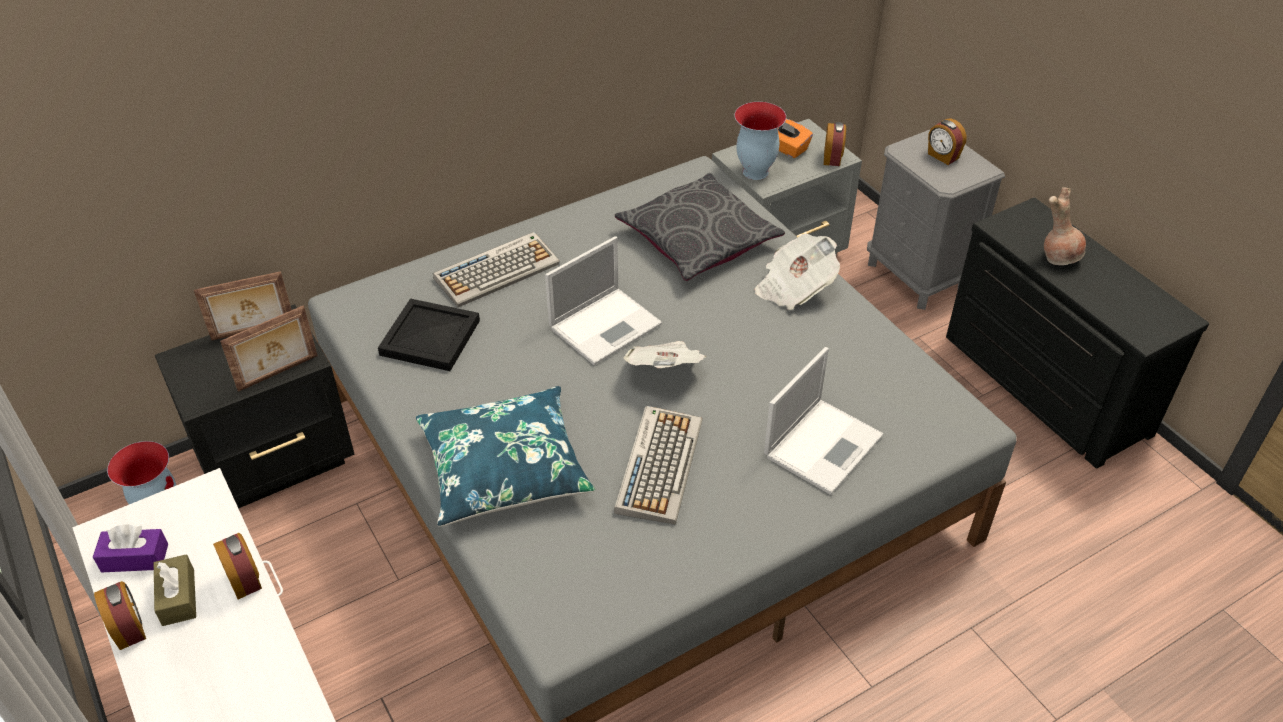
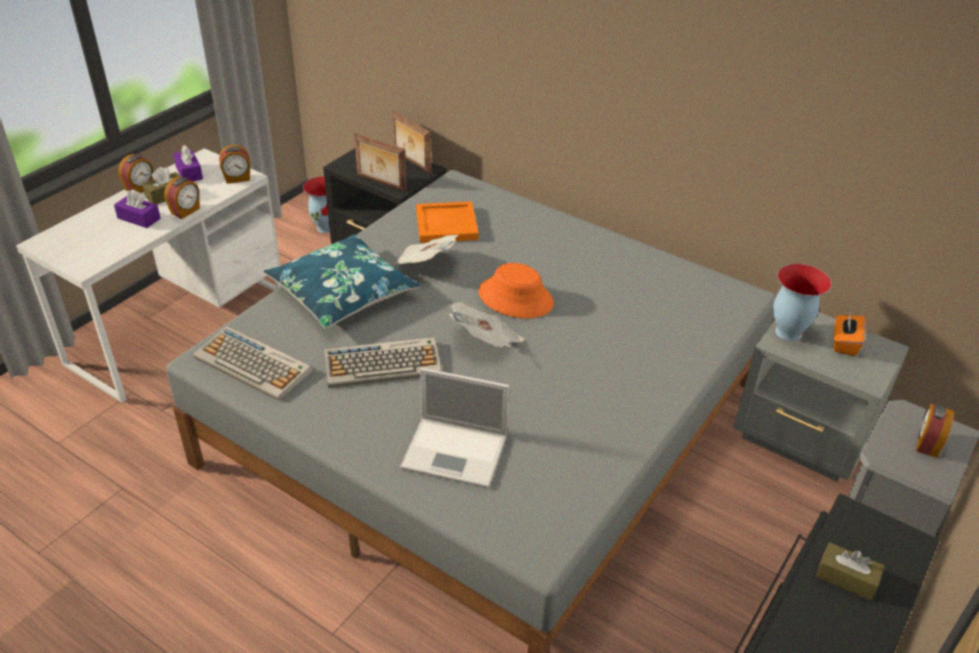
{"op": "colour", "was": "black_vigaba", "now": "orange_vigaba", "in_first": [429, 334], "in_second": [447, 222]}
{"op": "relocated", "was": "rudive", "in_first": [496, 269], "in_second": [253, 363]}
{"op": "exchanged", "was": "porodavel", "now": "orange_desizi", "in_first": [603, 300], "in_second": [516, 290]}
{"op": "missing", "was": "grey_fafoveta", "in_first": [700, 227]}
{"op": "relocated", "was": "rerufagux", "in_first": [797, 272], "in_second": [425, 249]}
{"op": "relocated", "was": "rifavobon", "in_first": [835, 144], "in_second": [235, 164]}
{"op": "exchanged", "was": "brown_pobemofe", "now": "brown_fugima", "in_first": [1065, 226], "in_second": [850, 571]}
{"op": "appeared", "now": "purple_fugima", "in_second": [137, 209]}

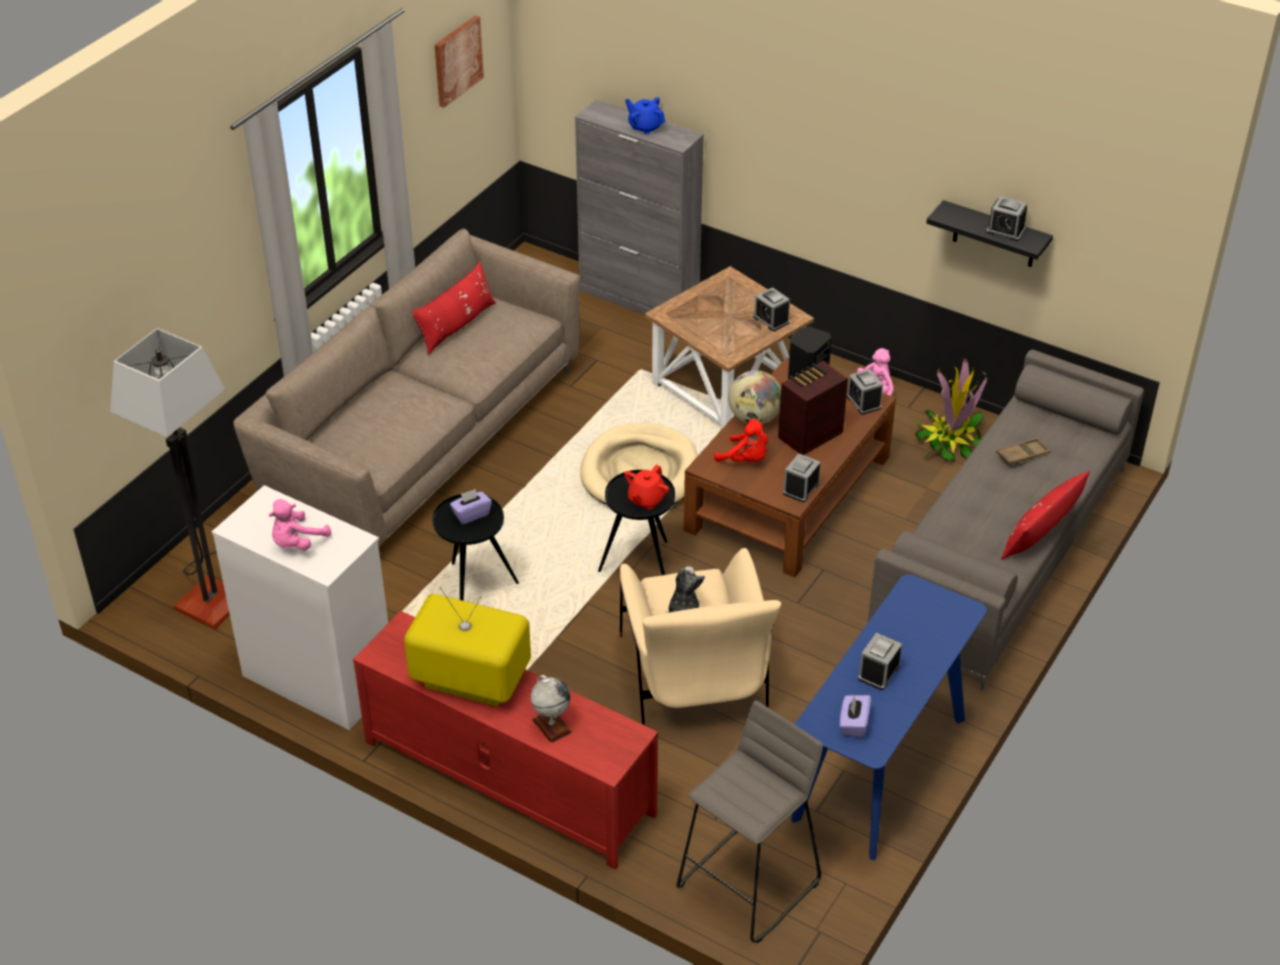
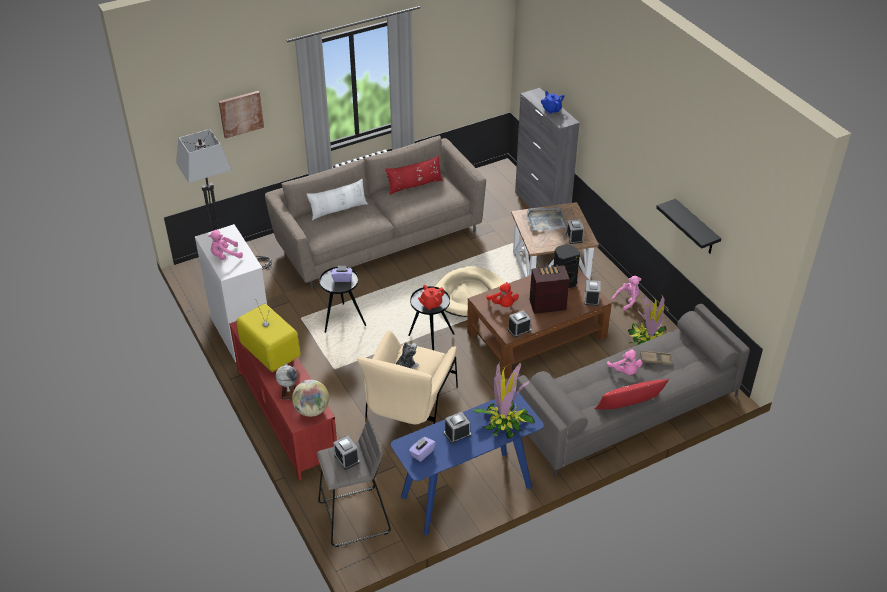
{"op": "relocated", "was": "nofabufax", "in_first": [459, 61], "in_second": [241, 115]}
{"op": "relocated", "was": "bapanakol", "in_first": [754, 397], "in_second": [310, 398]}
{"op": "relocated", "was": "rifavobon", "in_first": [1006, 218], "in_second": [346, 453]}
{"op": "appeared", "now": "white_fafoveta", "in_second": [337, 199]}
{"op": "appeared", "now": "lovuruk", "in_second": [503, 399]}
{"op": "appeared", "now": "grey_vigaba", "in_second": [546, 219]}
{"op": "appeared", "now": "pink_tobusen", "in_second": [624, 362]}

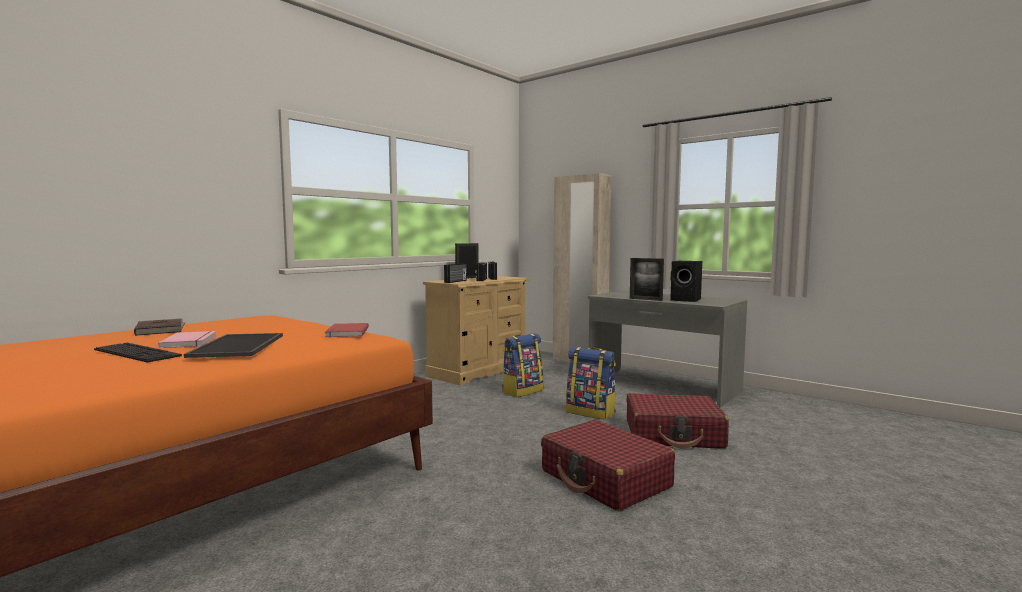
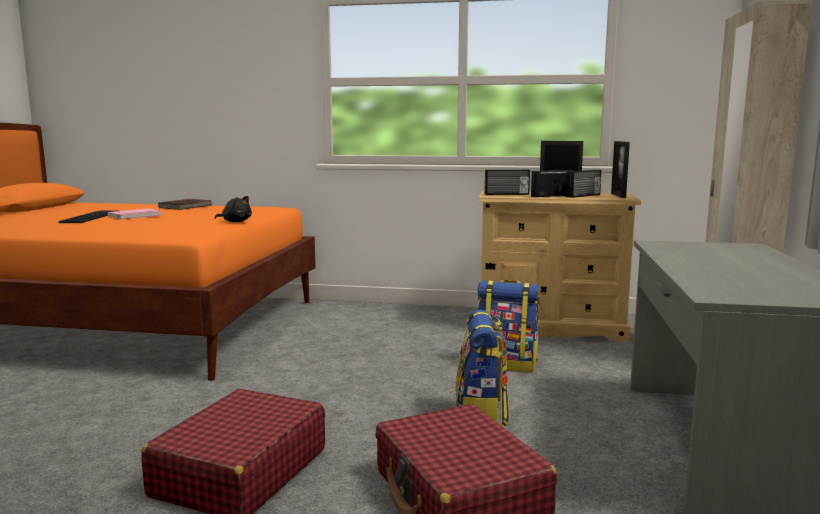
{"op": "missing", "was": "vigaba", "in_first": [233, 345]}
{"op": "missing", "was": "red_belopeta", "in_first": [347, 330]}
{"op": "relocated", "was": "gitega", "in_first": [647, 279], "in_second": [620, 169]}
{"op": "missing", "was": "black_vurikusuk", "in_first": [686, 281]}
{"op": "appeared", "now": "black_tobusen", "in_second": [233, 209]}

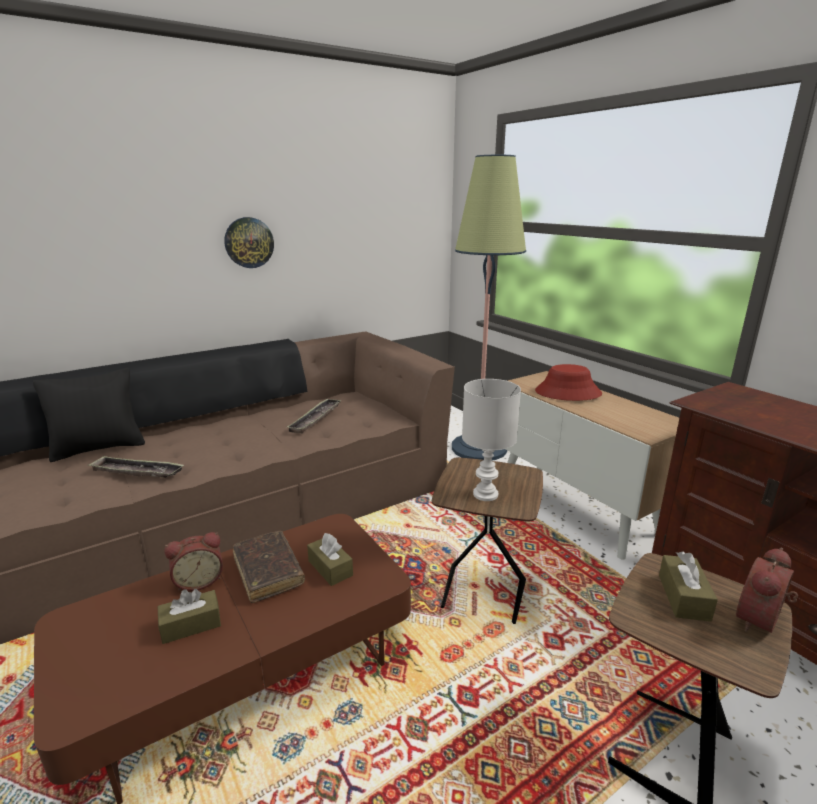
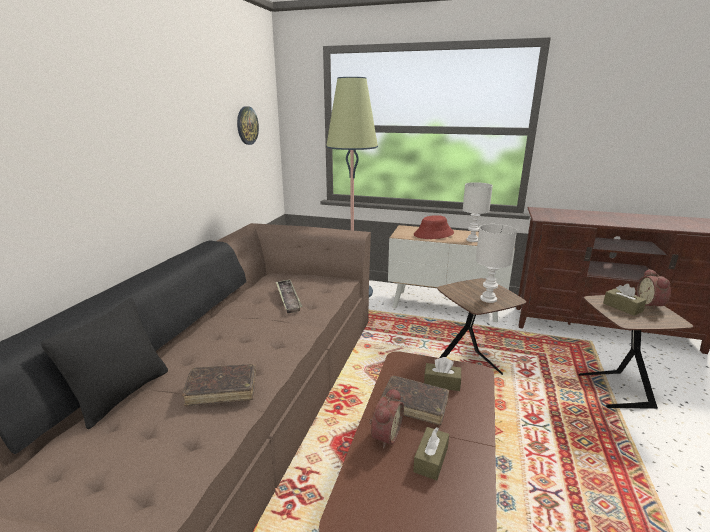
{"op": "exchanged", "was": "vigaba", "now": "brown_belopeta", "in_first": [135, 467], "in_second": [219, 385]}
{"op": "relocated", "was": "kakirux", "in_first": [249, 242], "in_second": [248, 125]}
{"op": "appeared", "now": "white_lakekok", "in_second": [478, 212]}

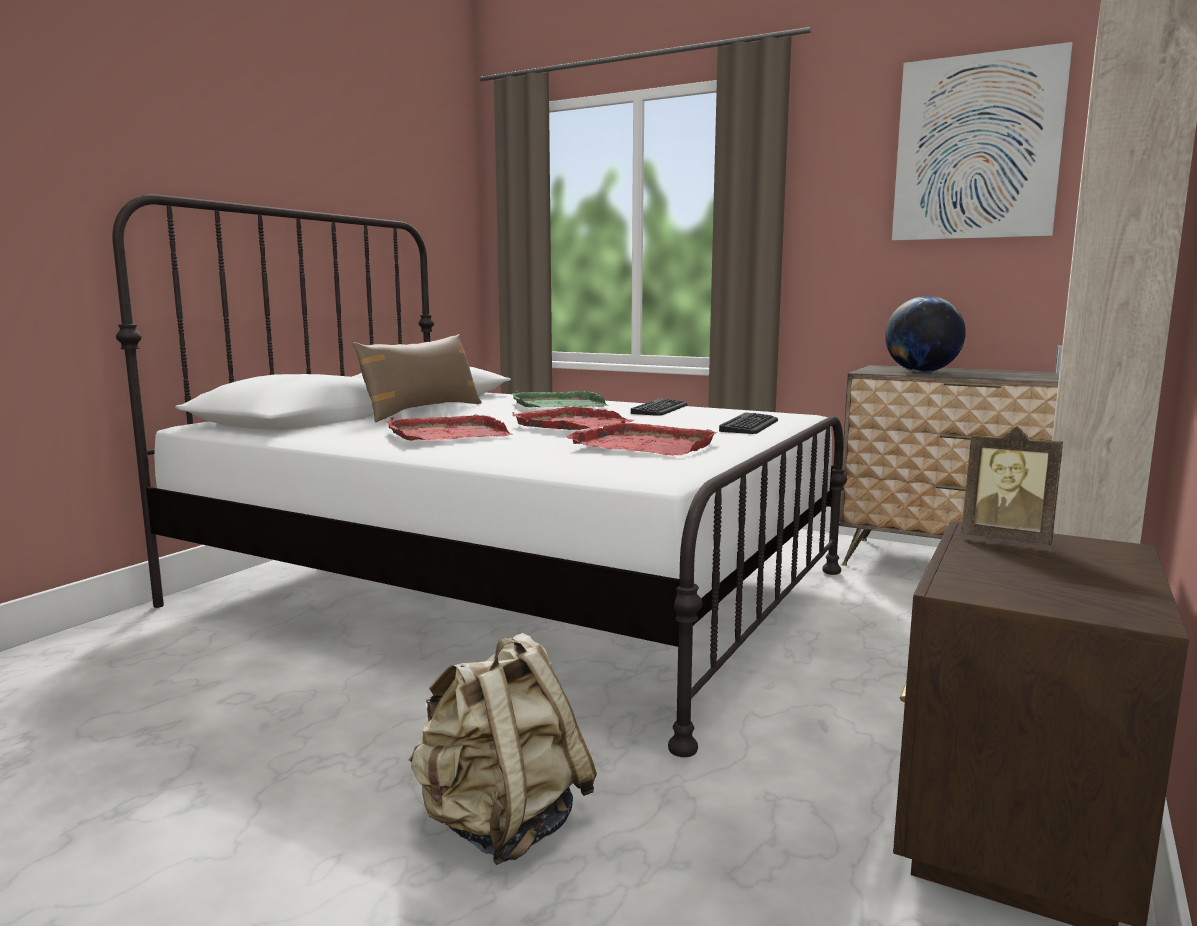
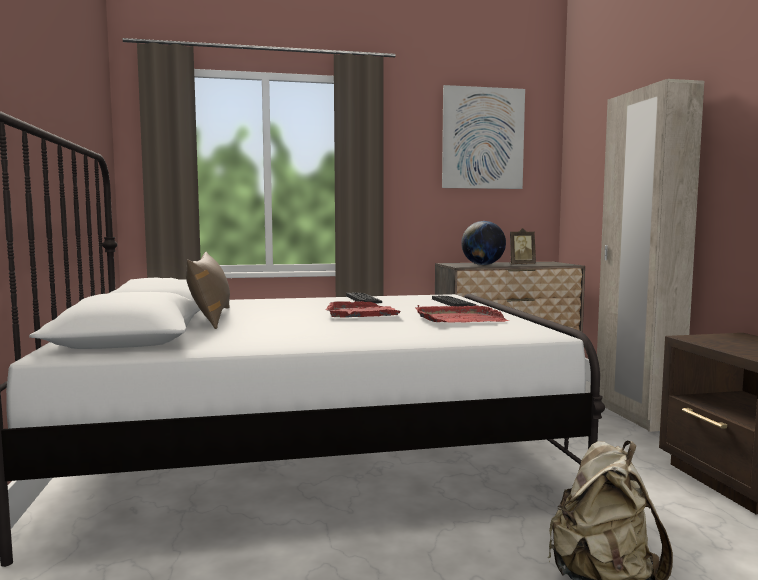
{"op": "missing", "was": "red_vigaba", "in_first": [450, 428]}
{"op": "missing", "was": "green_vigaba", "in_first": [560, 399]}
{"op": "relocated", "was": "gitega", "in_first": [1012, 485], "in_second": [523, 246]}

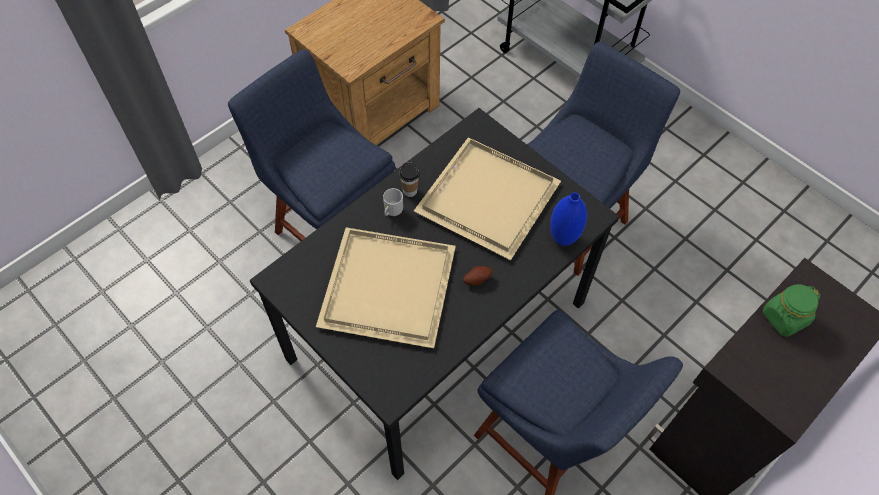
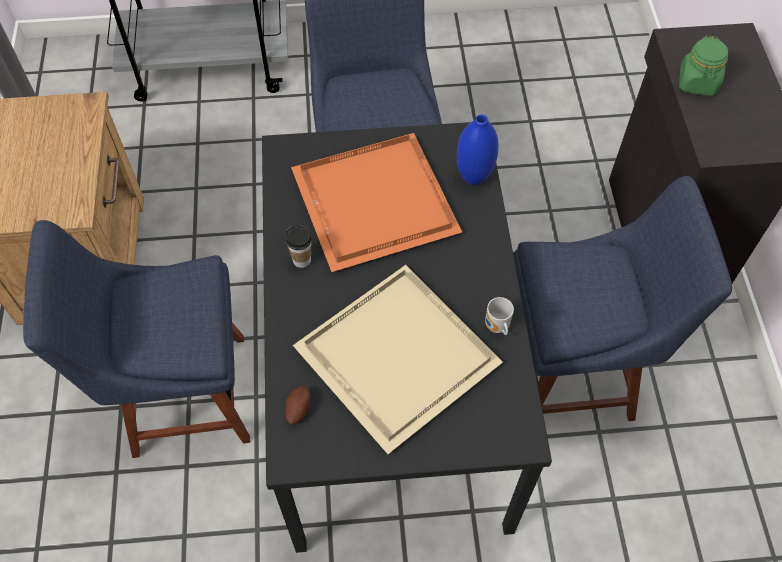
{"op": "relocated", "was": "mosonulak", "in_first": [393, 202], "in_second": [499, 316]}
{"op": "colour", "was": "beige_vigaba", "now": "orange_vigaba", "in_first": [487, 198], "in_second": [376, 202]}
{"op": "relocated", "was": "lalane", "in_first": [478, 275], "in_second": [298, 405]}

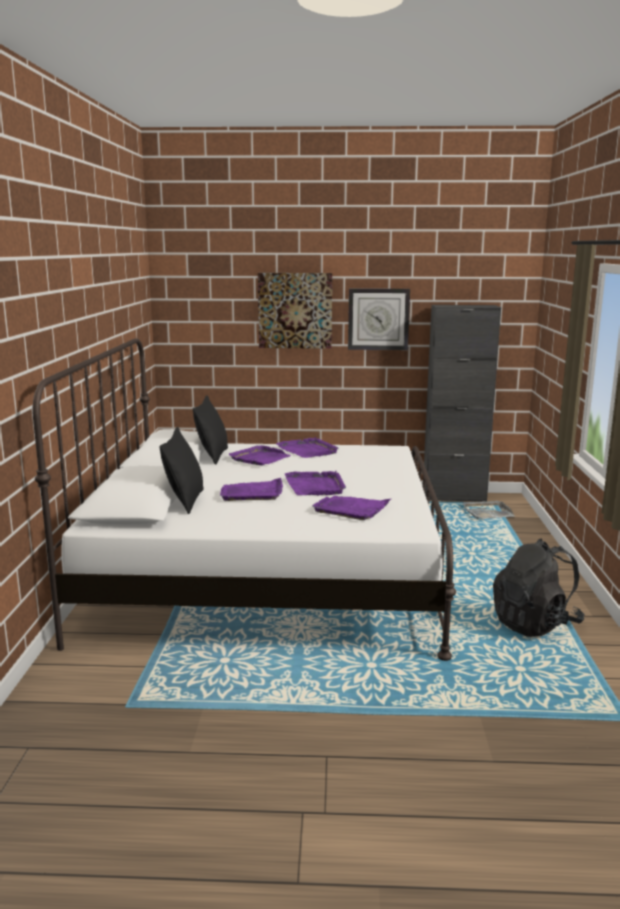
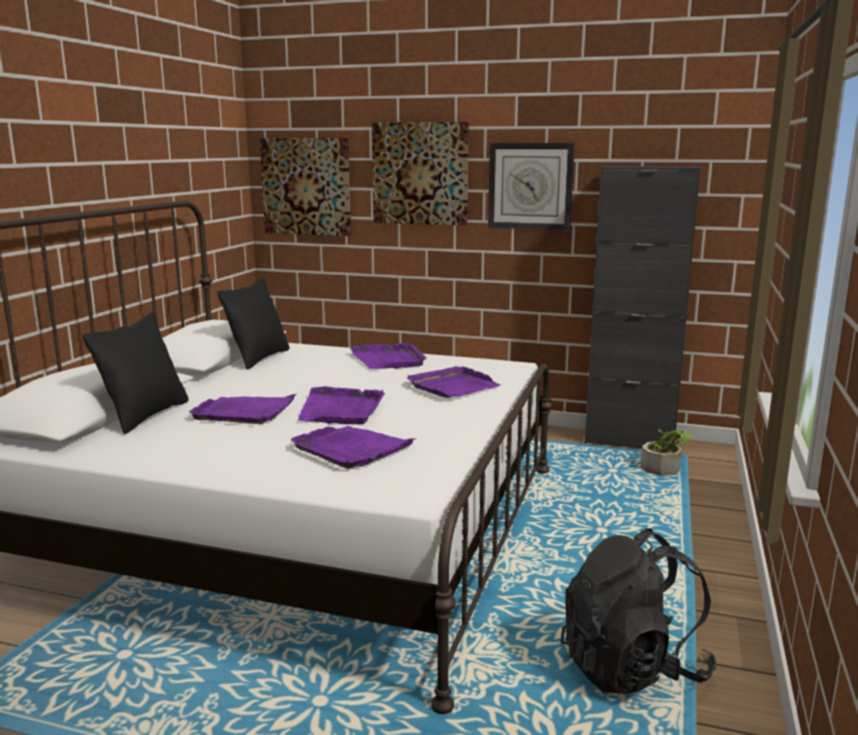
{"op": "relocated", "was": "purple_vigaba", "in_first": [260, 455], "in_second": [454, 382]}
{"op": "exchanged", "was": "grey_vigaba", "now": "lovuruk", "in_first": [488, 510], "in_second": [666, 452]}
{"op": "appeared", "now": "nofabufax", "in_second": [305, 187]}

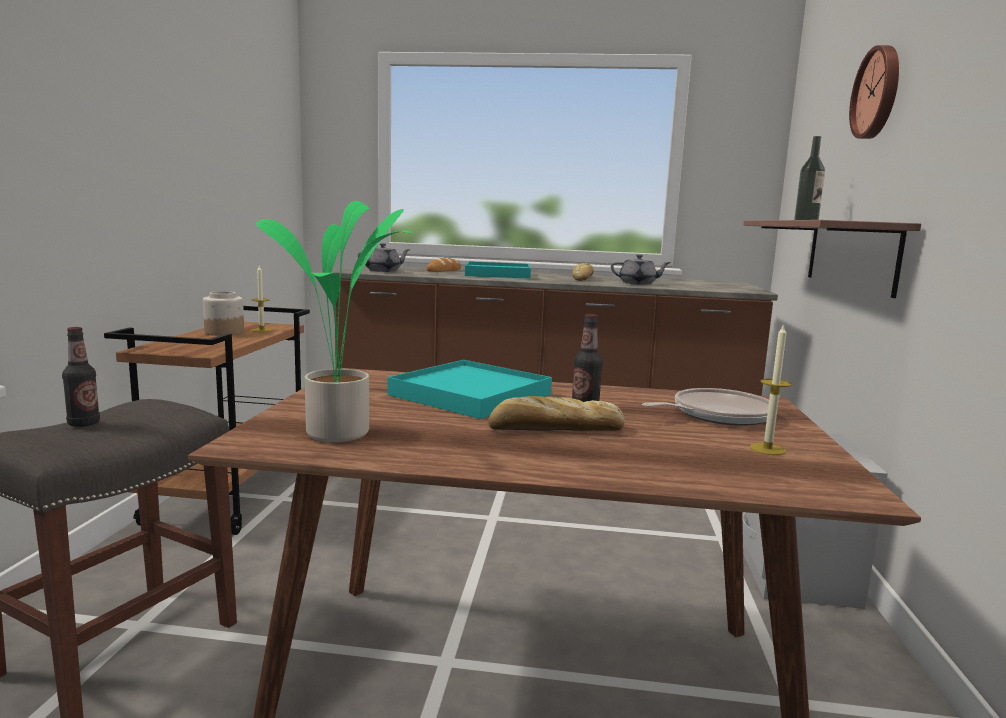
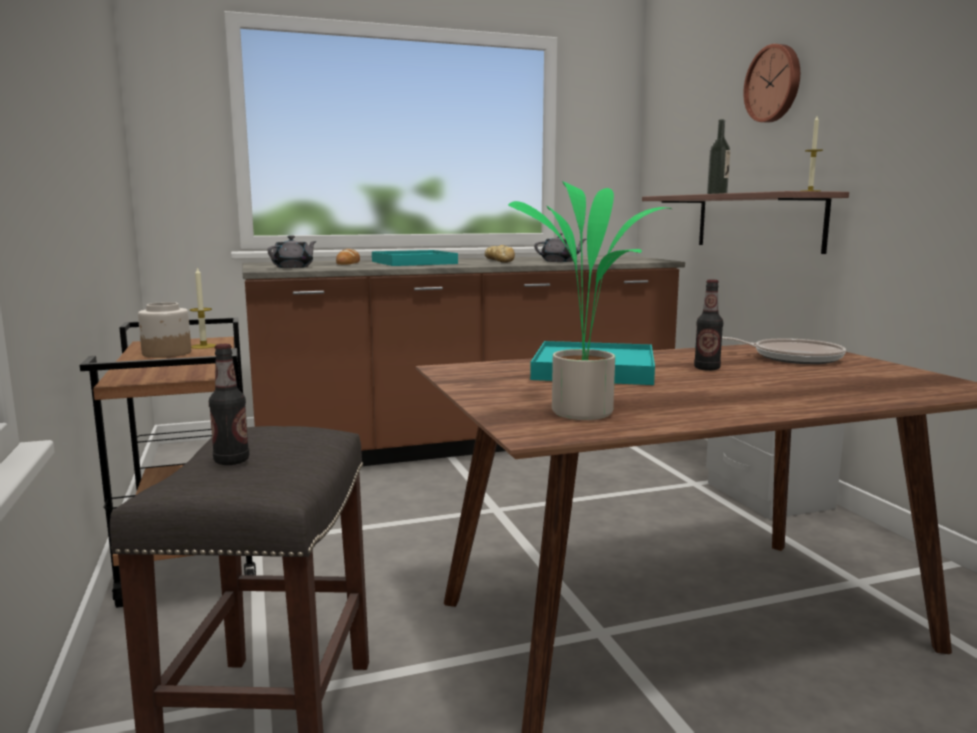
{"op": "missing", "was": "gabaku", "in_first": [556, 413]}
{"op": "spun", "was": "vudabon", "in_first": [705, 407], "in_second": [784, 350], "clockwise": 75}
{"op": "relocated", "was": "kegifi", "in_first": [771, 389], "in_second": [812, 153]}

